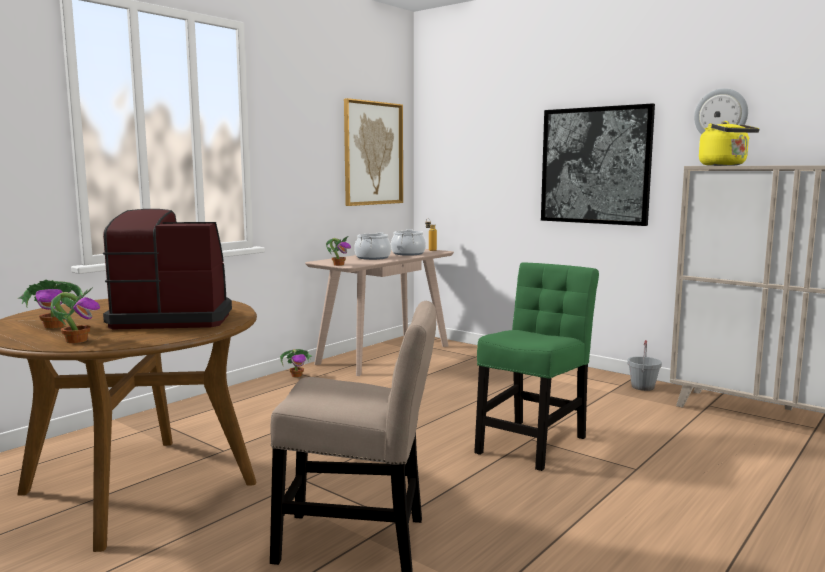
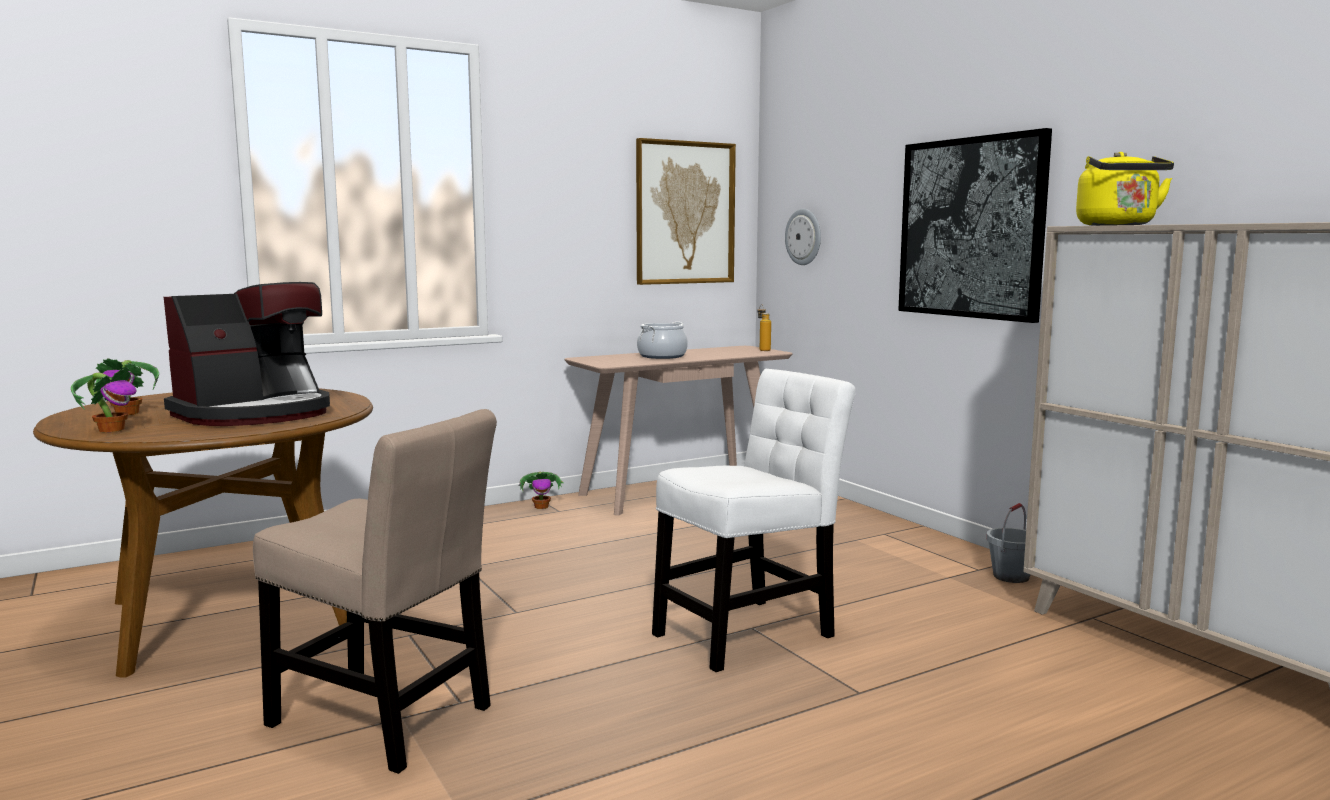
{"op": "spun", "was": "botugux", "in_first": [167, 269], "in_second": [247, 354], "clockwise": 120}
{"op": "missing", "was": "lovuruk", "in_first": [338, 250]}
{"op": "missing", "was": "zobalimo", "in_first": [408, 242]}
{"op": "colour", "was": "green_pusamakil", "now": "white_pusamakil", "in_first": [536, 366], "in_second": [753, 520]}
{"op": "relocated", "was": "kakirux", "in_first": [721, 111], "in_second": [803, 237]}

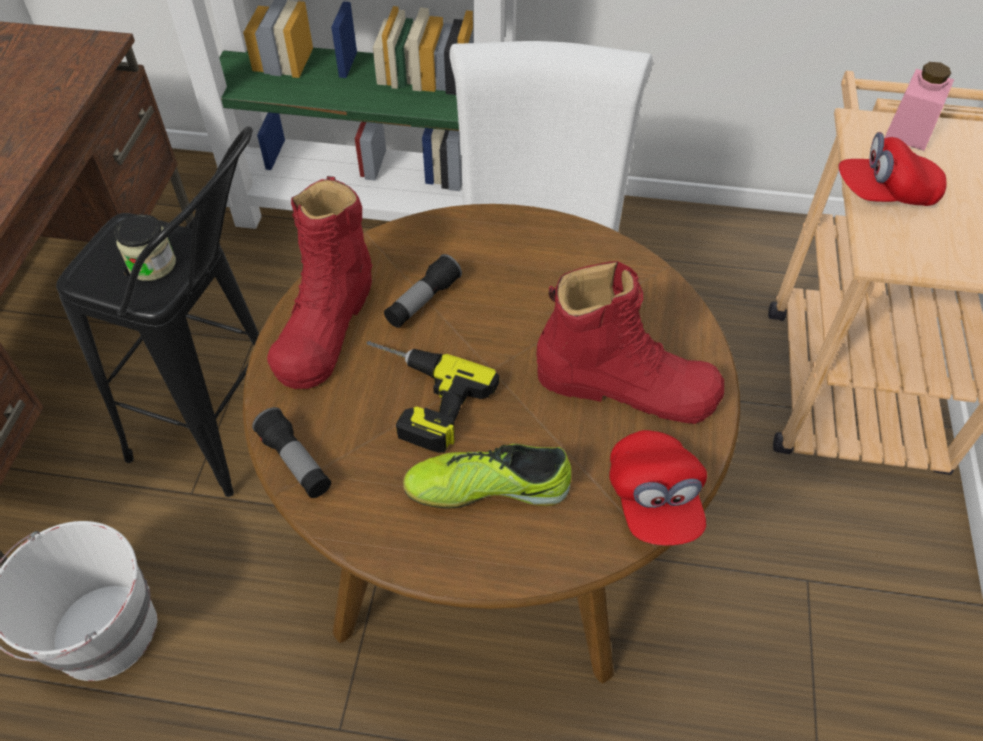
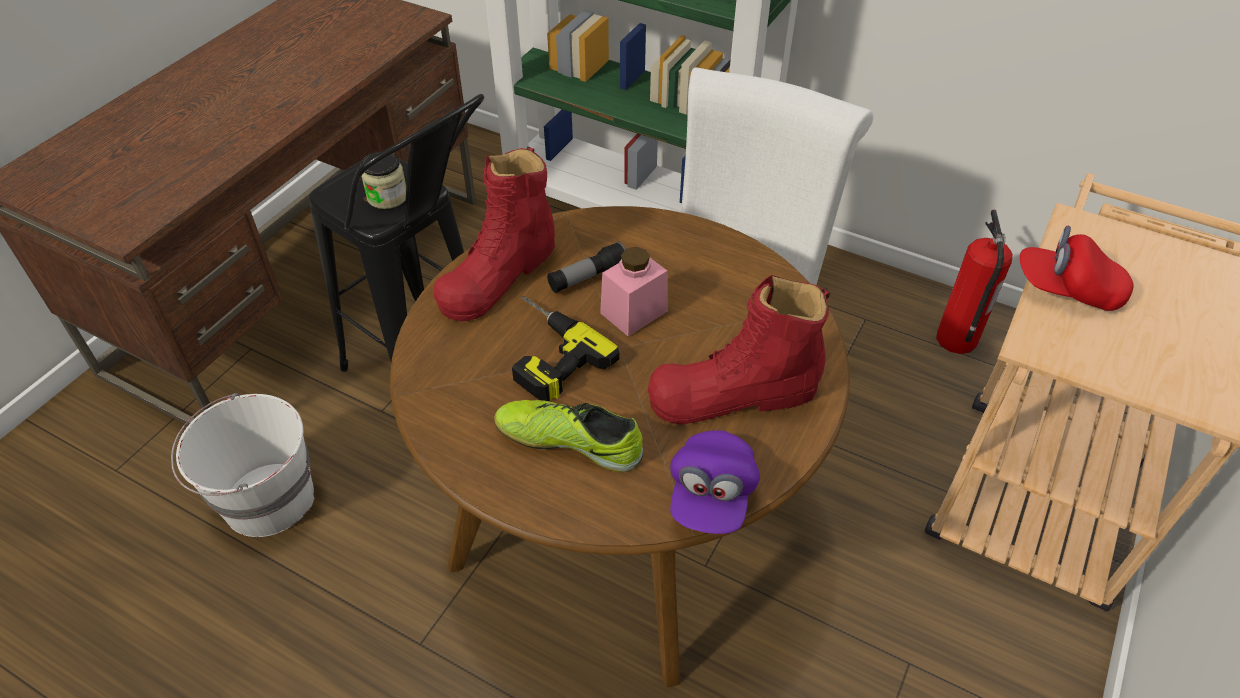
{"op": "missing", "was": "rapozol", "in_first": [291, 452]}
{"op": "spun", "was": "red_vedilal", "in_first": [630, 342], "in_second": [739, 350], "clockwise": 135}
{"op": "colour", "was": "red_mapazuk", "now": "purple_mapazuk", "in_first": [658, 488], "in_second": [715, 482]}
{"op": "relocated", "was": "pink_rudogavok", "in_first": [919, 106], "in_second": [634, 292]}
{"op": "appeared", "now": "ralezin", "in_second": [974, 282]}

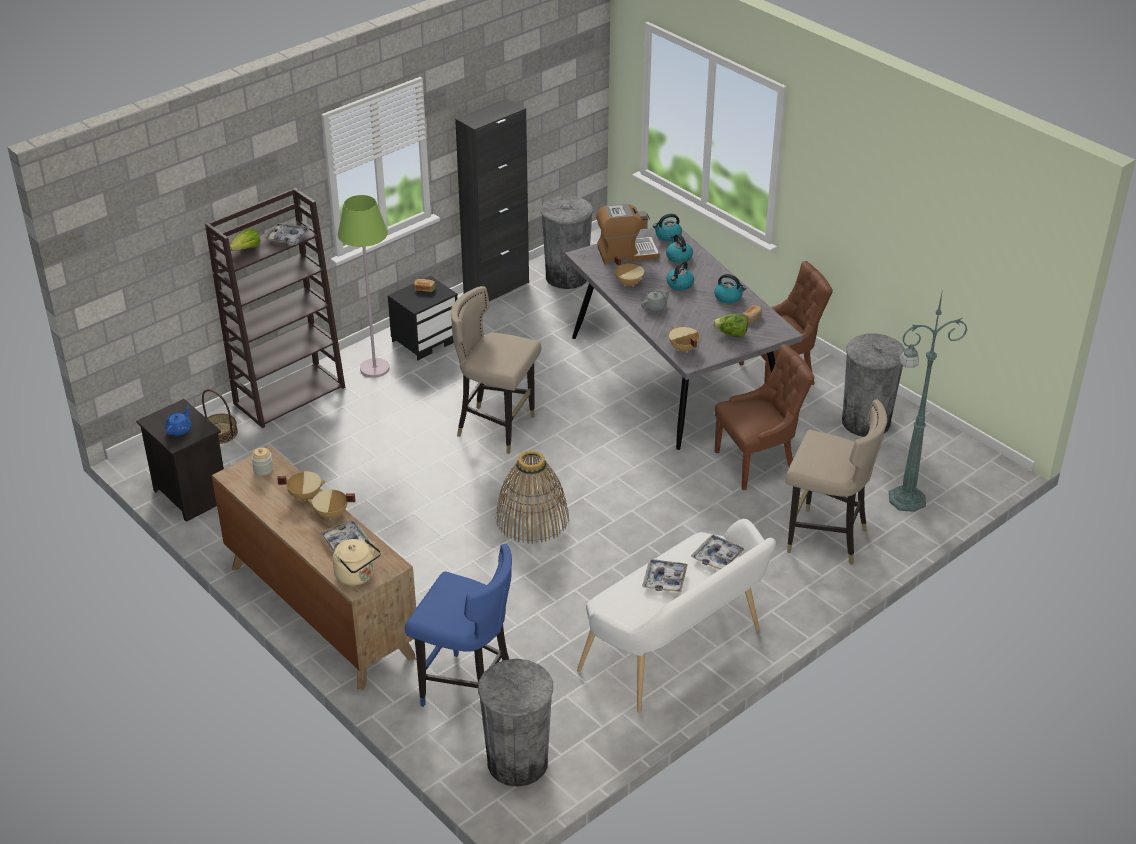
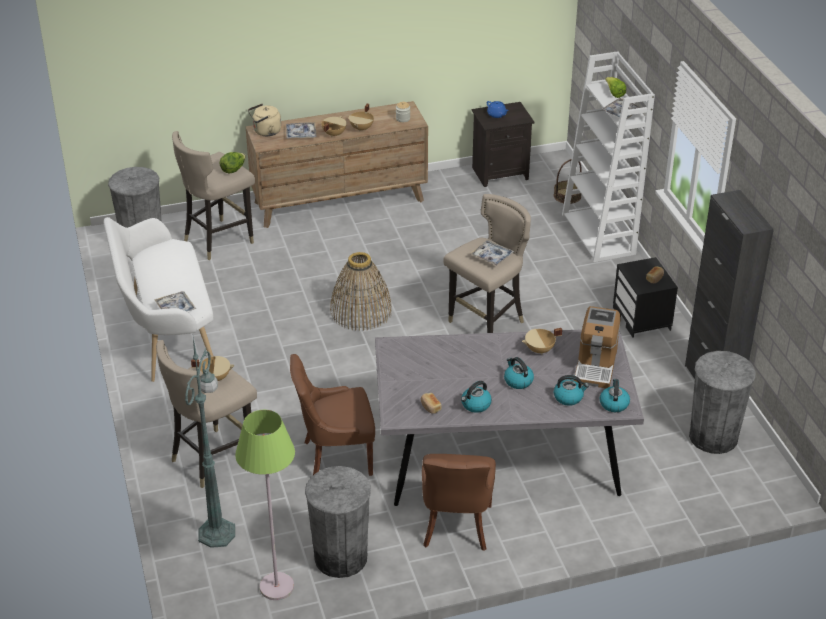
{"op": "colour", "was": "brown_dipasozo", "now": "white_dipasozo", "in_first": [275, 308], "in_second": [608, 156]}
{"op": "relocated", "was": "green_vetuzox", "in_first": [364, 286], "in_second": [265, 505]}
{"op": "colour", "was": "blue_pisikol", "now": "beige_pisikol", "in_first": [458, 625], "in_second": [213, 195]}
{"op": "missing", "was": "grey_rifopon", "in_first": [656, 300]}
{"op": "relocated", "was": "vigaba", "in_first": [665, 576], "in_second": [492, 253]}
{"op": "relocated", "was": "beige_zobalimo", "in_first": [684, 339], "in_second": [212, 368]}
{"op": "relocated", "was": "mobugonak", "in_first": [730, 325], "in_second": [233, 163]}
{"op": "spun", "was": "brown_pusamakil", "in_first": [764, 417], "in_second": [332, 415], "clockwise": 75}

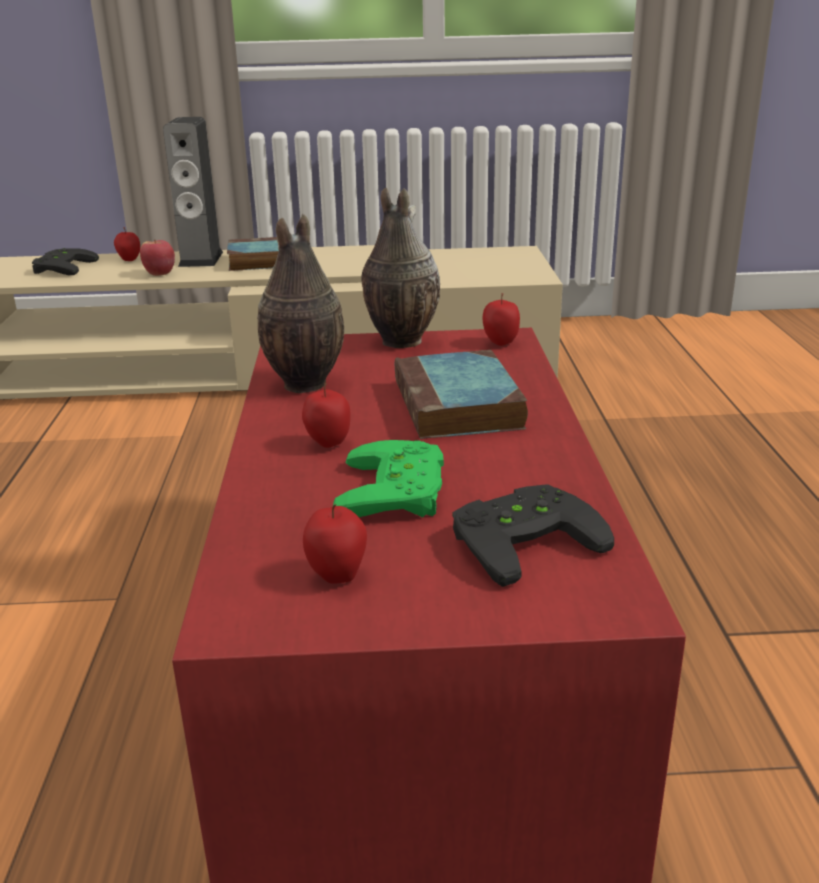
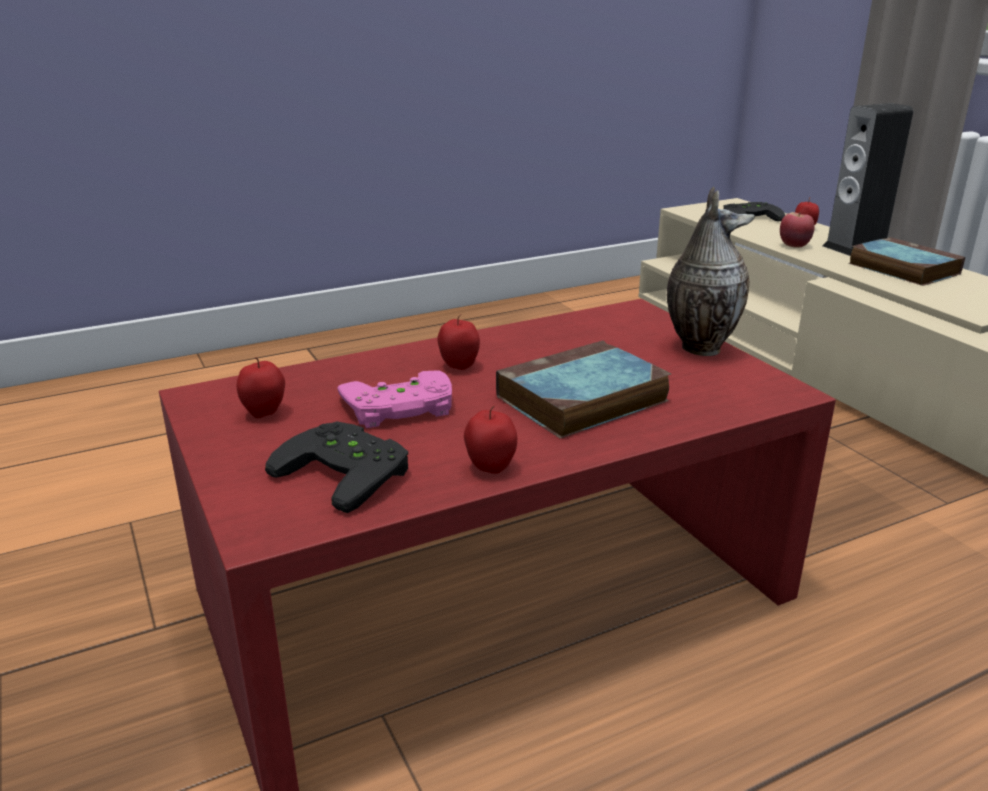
{"op": "missing", "was": "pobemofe", "in_first": [300, 303]}
{"op": "colour", "was": "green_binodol", "now": "pink_binodol", "in_first": [388, 478], "in_second": [394, 399]}
{"op": "relocated", "was": "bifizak", "in_first": [501, 319], "in_second": [490, 440]}

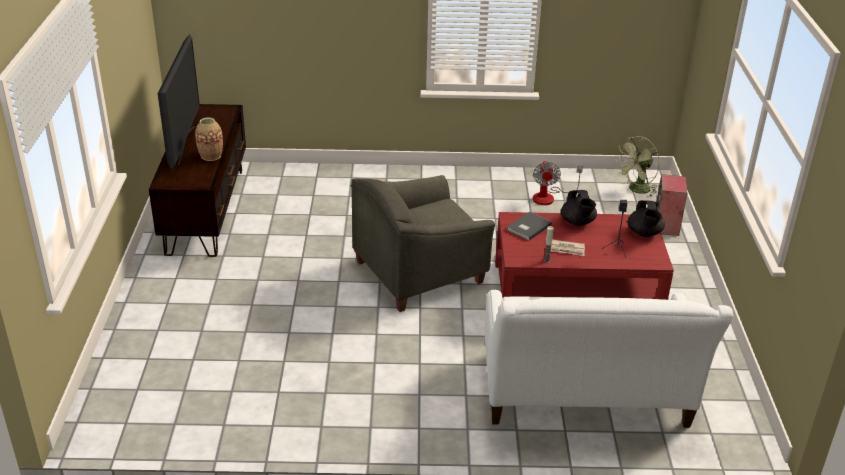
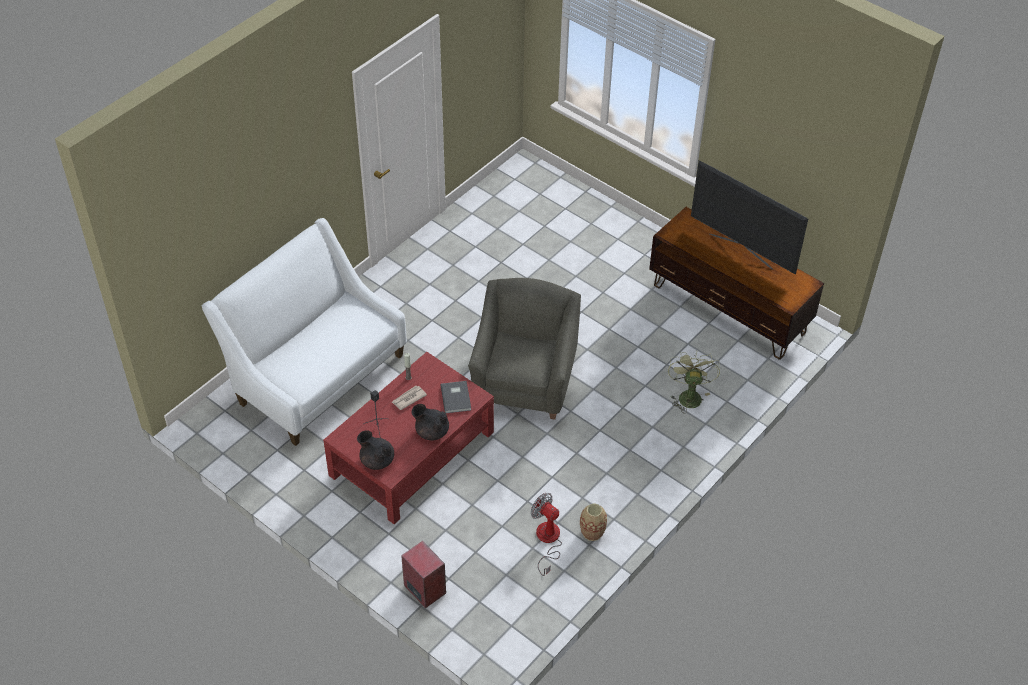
{"op": "relocated", "was": "pobemofe", "in_first": [209, 139], "in_second": [593, 522]}
{"op": "relocated", "was": "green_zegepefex", "in_first": [637, 166], "in_second": [694, 382]}

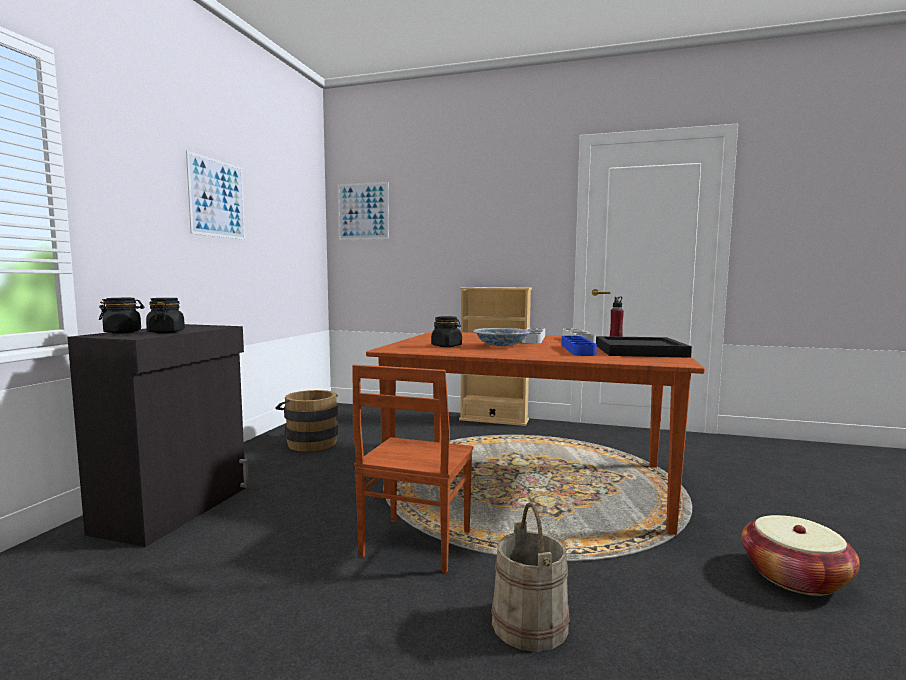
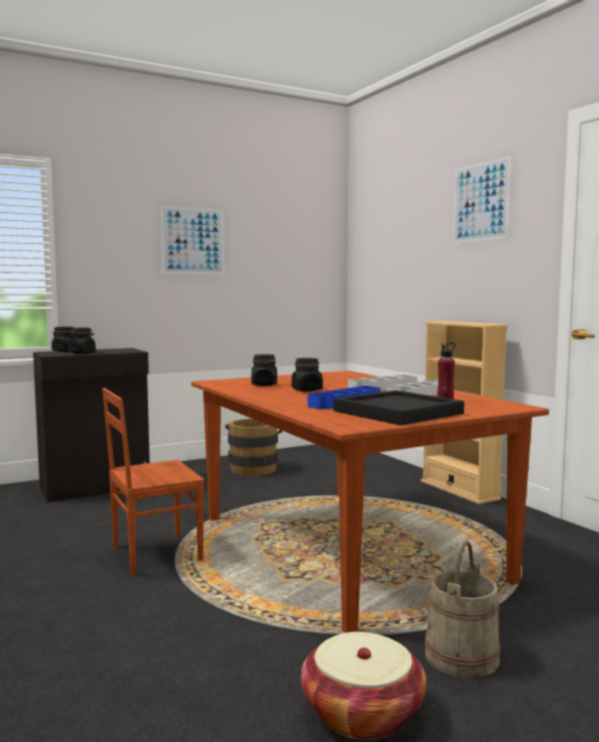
{"op": "relocated", "was": "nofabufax", "in_first": [363, 211], "in_second": [482, 200]}
{"op": "exchanged", "was": "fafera", "now": "black_rudogavok", "in_first": [501, 337], "in_second": [307, 374]}
{"op": "relocated", "was": "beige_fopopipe", "in_first": [530, 577], "in_second": [463, 609]}

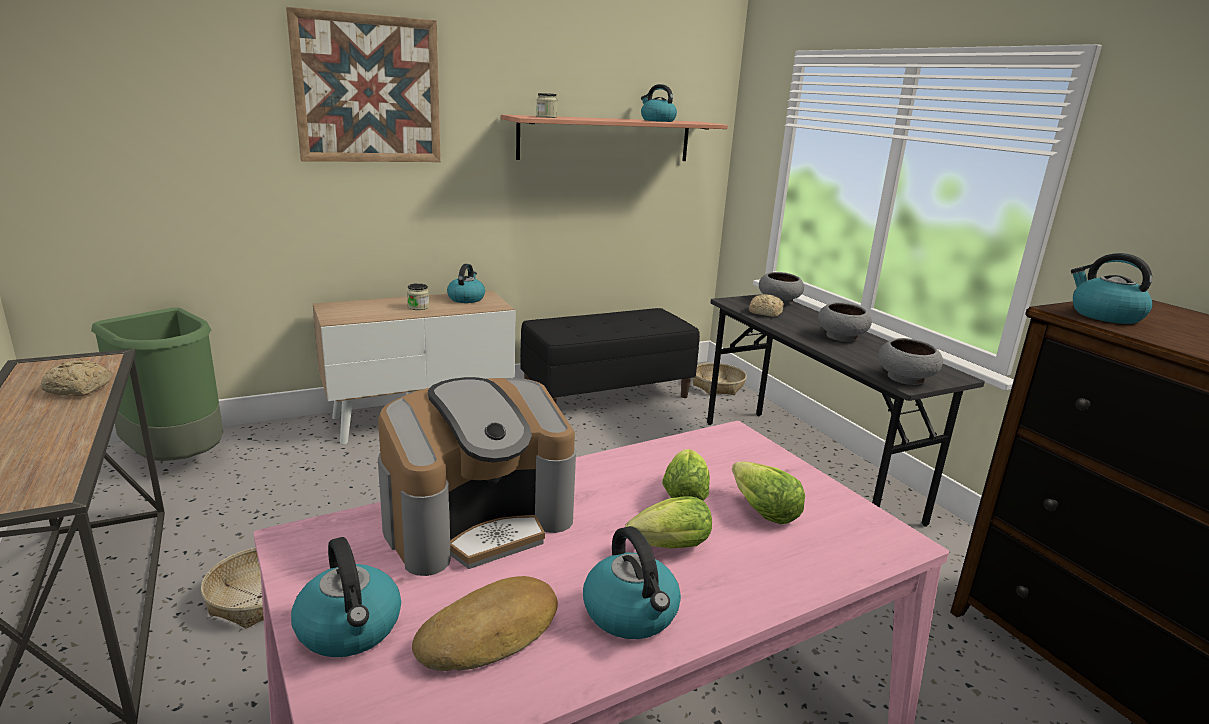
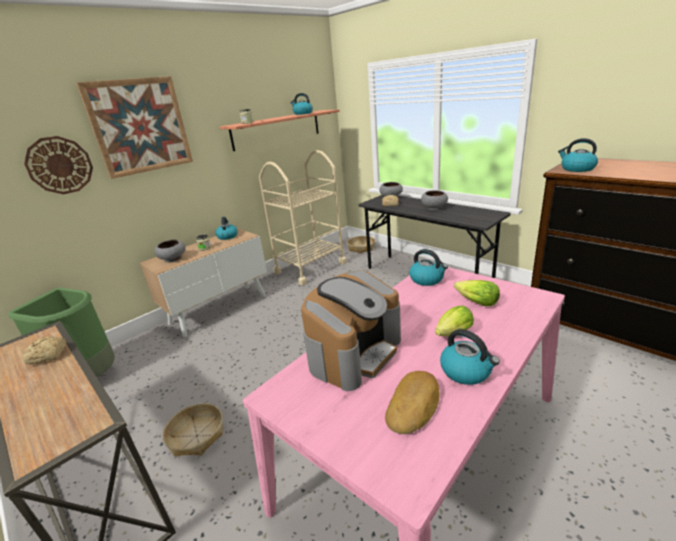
{"op": "relocated", "was": "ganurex", "in_first": [346, 597], "in_second": [428, 267]}
{"op": "exchanged", "was": "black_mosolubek", "now": "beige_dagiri", "in_first": [610, 355], "in_second": [303, 217]}
{"op": "missing", "was": "mobugonak", "in_first": [686, 475]}
{"op": "relocated", "was": "grey_fafera", "in_first": [910, 361], "in_second": [170, 250]}
{"op": "appeared", "now": "kakirux", "in_second": [58, 165]}

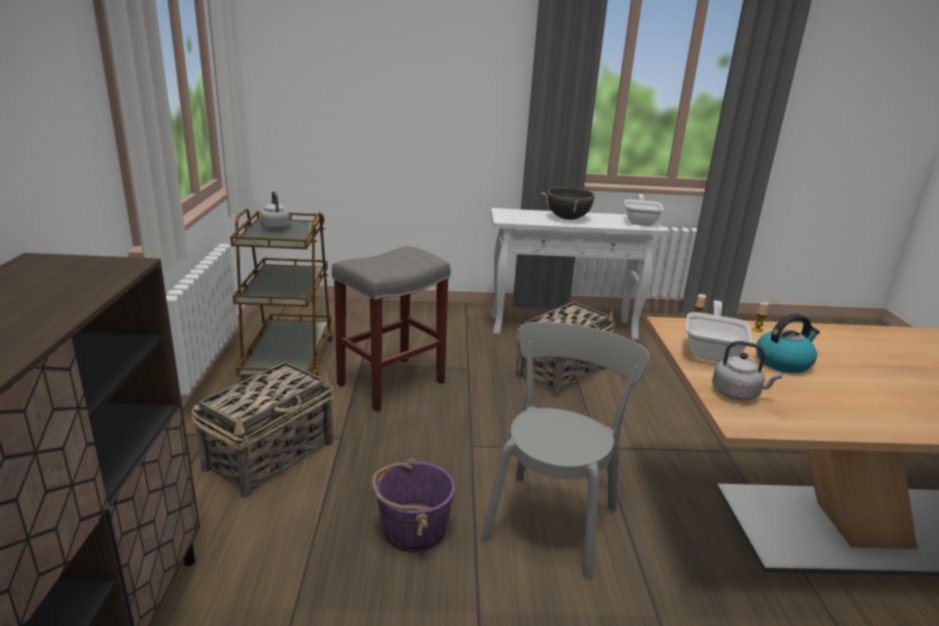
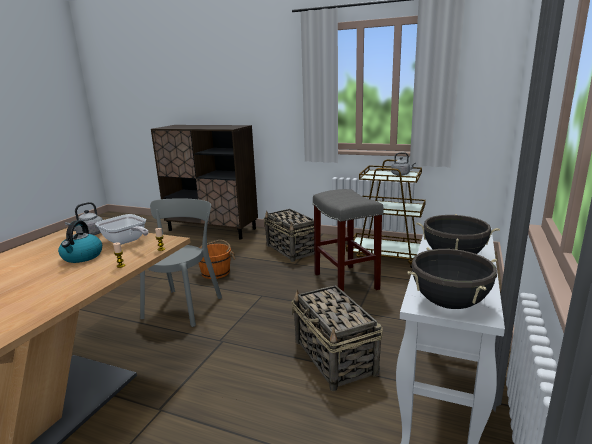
{"op": "colour", "was": "purple_fopopipe", "now": "orange_fopopipe", "in_first": [413, 505], "in_second": [217, 259]}
{"op": "spun", "was": "grey_pusamakil", "in_first": [565, 450], "in_second": [181, 262], "clockwise": -120}
{"op": "exchanged", "was": "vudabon", "now": "black_zobalimo", "in_first": [644, 210], "in_second": [452, 278]}

